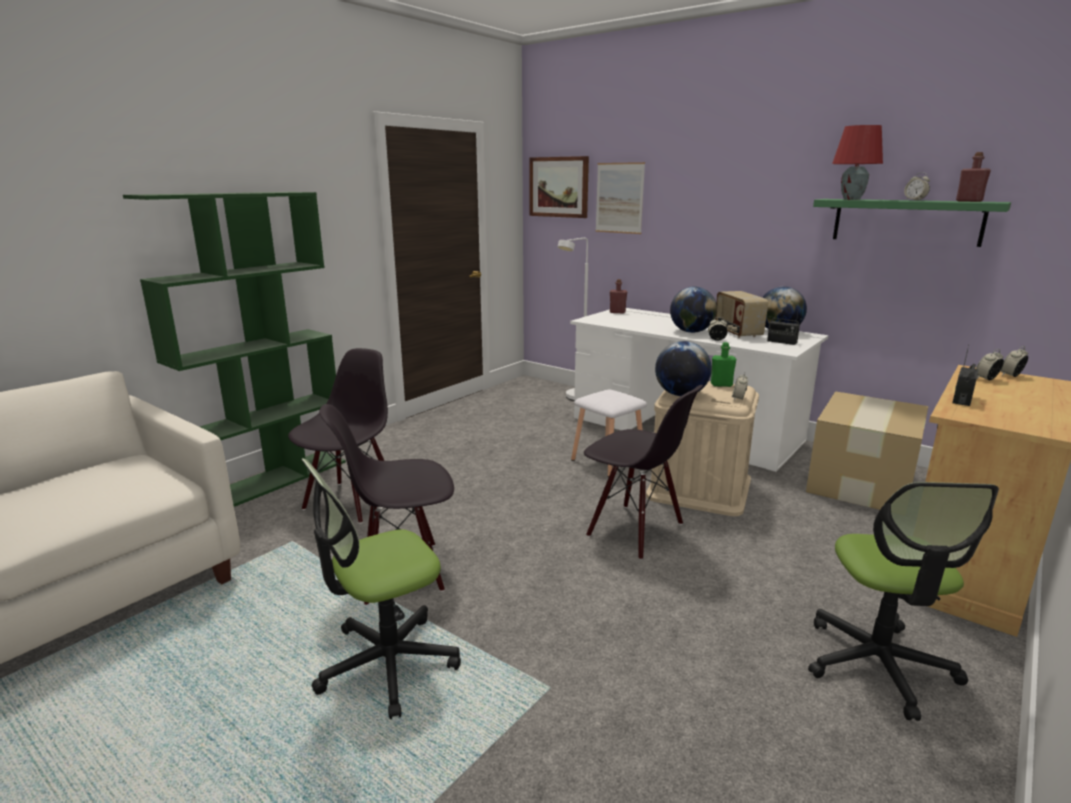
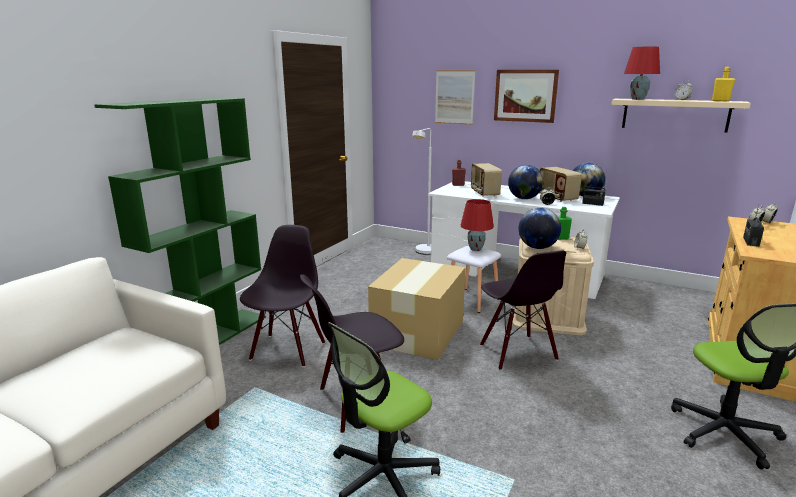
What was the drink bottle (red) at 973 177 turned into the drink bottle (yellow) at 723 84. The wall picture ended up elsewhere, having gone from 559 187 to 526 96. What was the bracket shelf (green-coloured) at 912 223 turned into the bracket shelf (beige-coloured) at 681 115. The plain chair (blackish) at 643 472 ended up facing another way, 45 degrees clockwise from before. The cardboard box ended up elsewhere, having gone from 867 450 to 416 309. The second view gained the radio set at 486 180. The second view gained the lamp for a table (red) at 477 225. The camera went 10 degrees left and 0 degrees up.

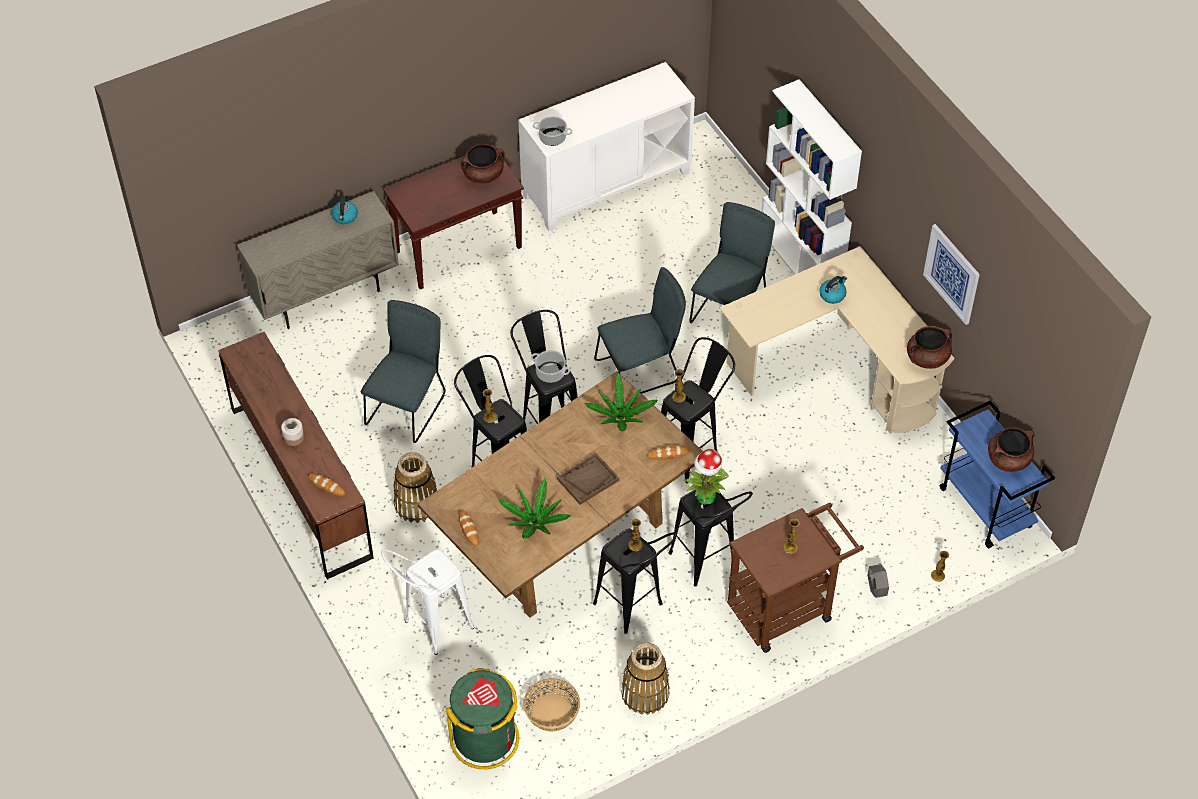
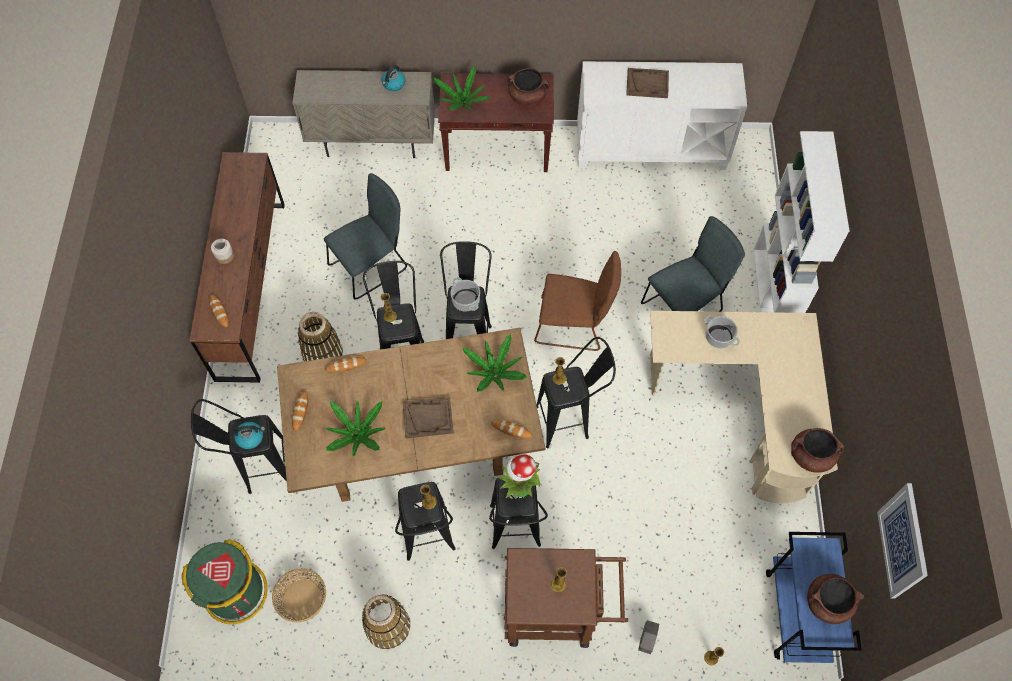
The saucepot ended up elsewhere, having gone from 552 131 to 722 332. The wall picture ended up elsewhere, having gone from 951 274 to 902 540. What was the plain chair (grey) at 640 330 turned into the plain chair (brownish) at 578 301. The water kettle ended up elsewhere, having gone from 833 290 to 249 435. What was the sitting stool (white-coloured) at 427 602 turned into the sitting stool (blackish) at 239 446. The second view gained the plant in a pot at 461 88. The second view gained the tray (brownish) at 647 83. The second view gained the bread at 345 365. The camera went 30 degrees right and 10 degrees up.

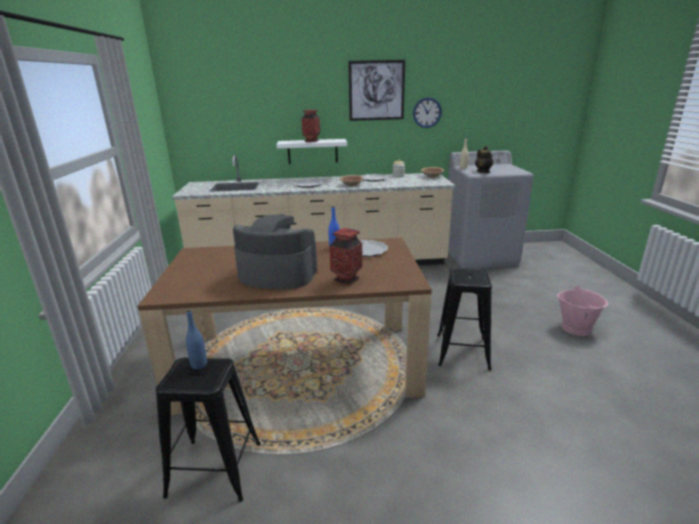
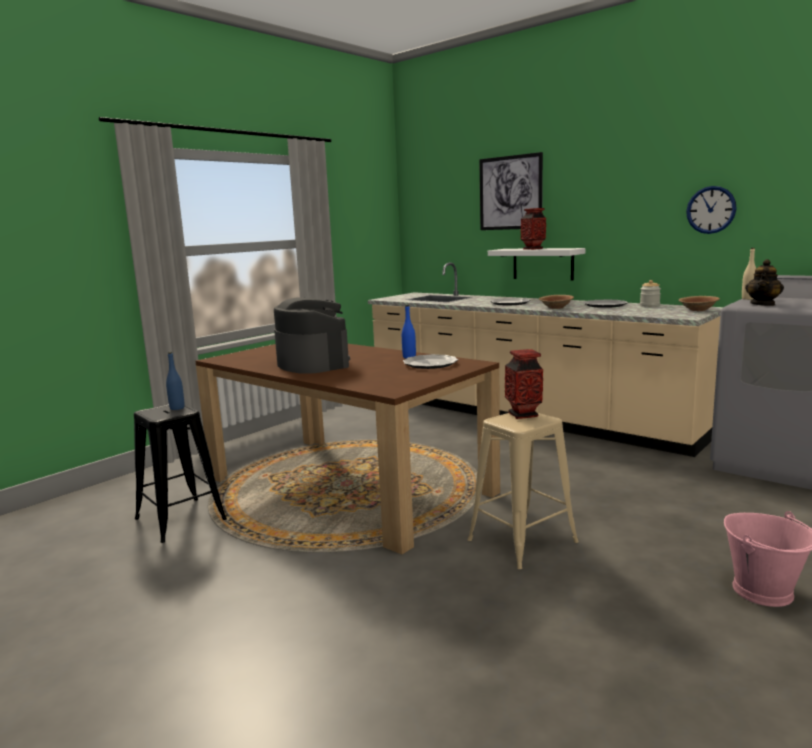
The wall picture ended up elsewhere, having gone from 376 90 to 511 191. The vase ended up elsewhere, having gone from 346 256 to 524 384. What was the sitting stool (blackish) at 464 318 turned into the sitting stool (beige-coloured) at 523 491. The camera went 45 degrees right and 10 degrees down.

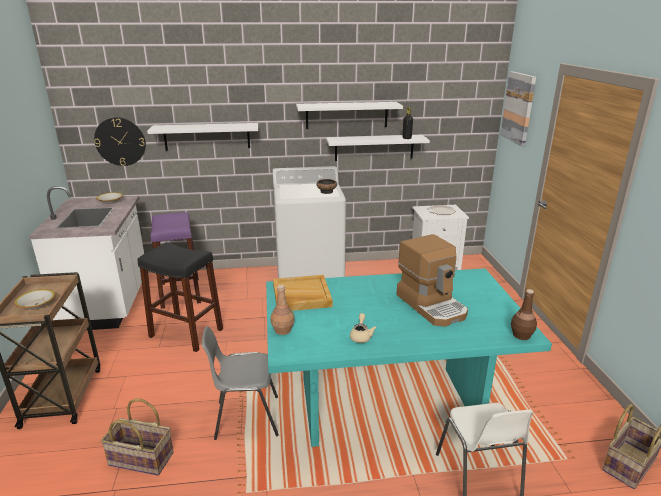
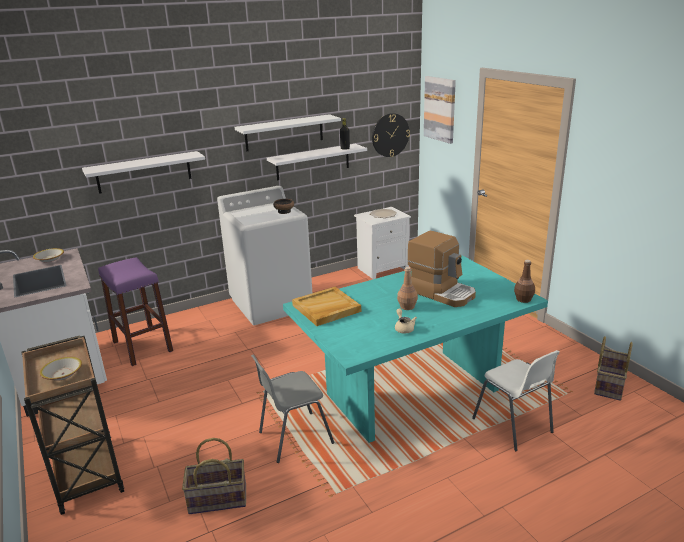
The wall clock ended up elsewhere, having gone from 120 141 to 391 135. The second view lost the sitting stool (blackish) at 180 297. The drink bottle (brownish) ended up elsewhere, having gone from 283 310 to 407 288. The camera went 20 degrees left and 0 degrees up.

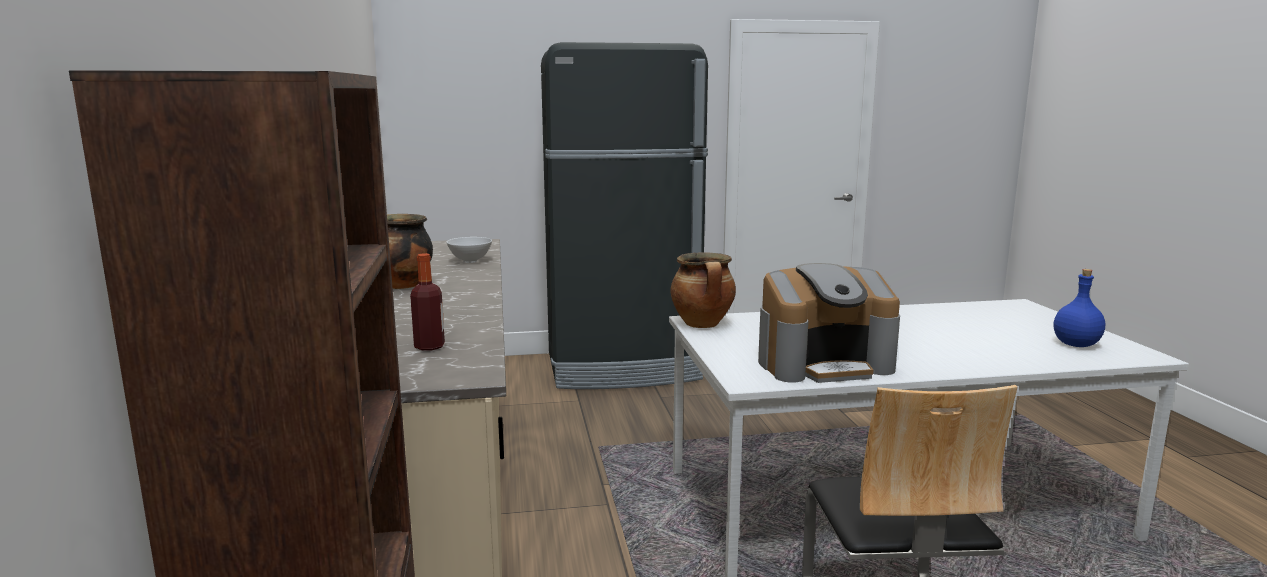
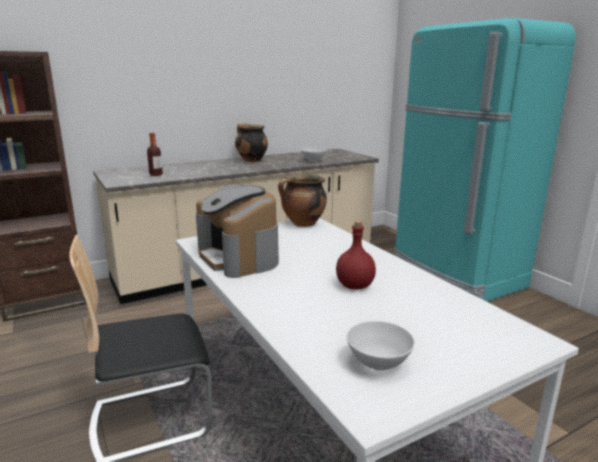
What was the fridge (blackish) at 624 215 turned into the fridge (blue-green) at 485 160. Where the drink bottle (blue-coloured) stood at 1079 308, the deep dish (white-coloured) came to stand at 381 346. The second view gained the drink bottle (red) at 356 254. The camera went 70 degrees right and 5 degrees up.

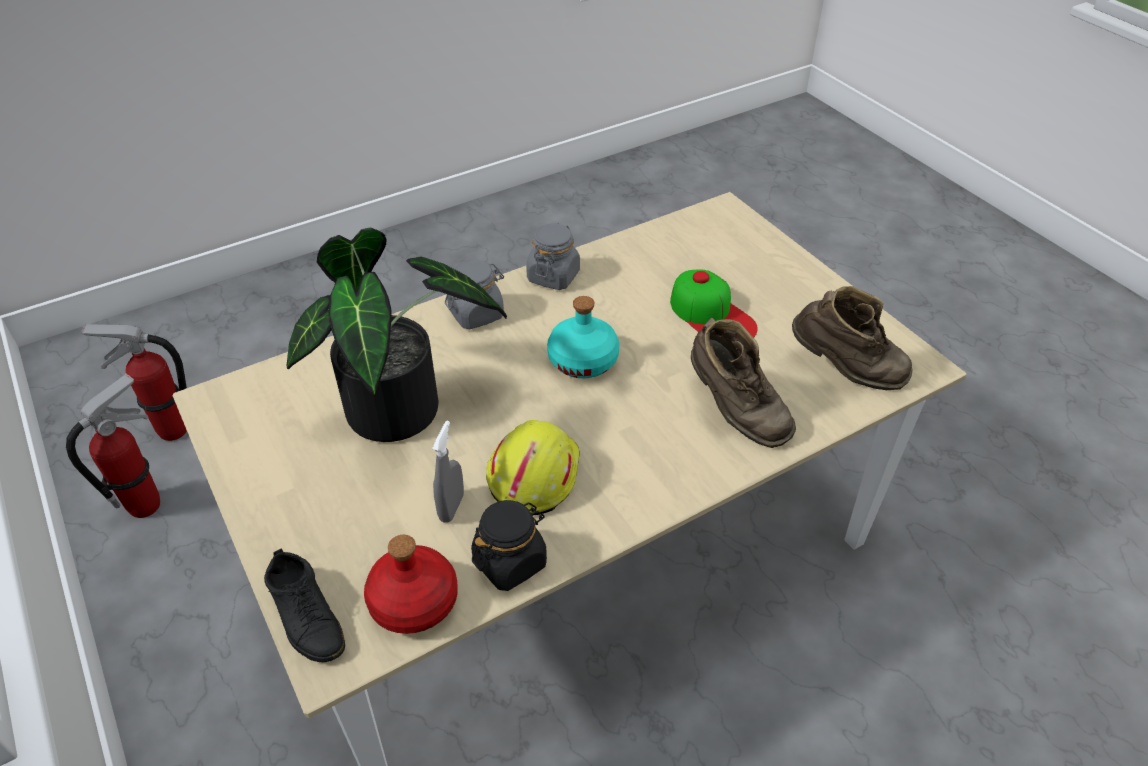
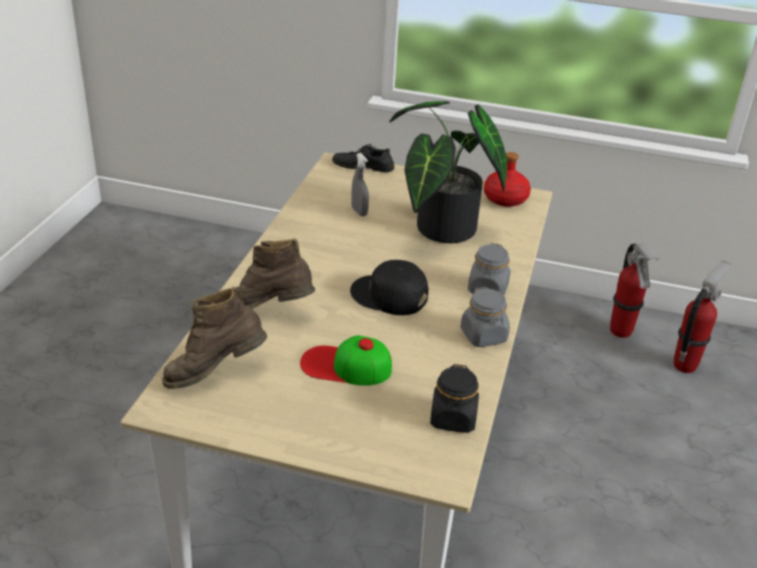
Where the drink bottle (blue-green) stood at 583 337, the cap (blackish) came to stand at 389 287. The second view lost the hard hat (yellow) at 533 467. The storage jar (blackish) ended up elsewhere, having gone from 509 545 to 454 398. The drink bottle (red) ended up elsewhere, having gone from 411 584 to 507 179. The camera went 135 degrees right and 10 degrees down.

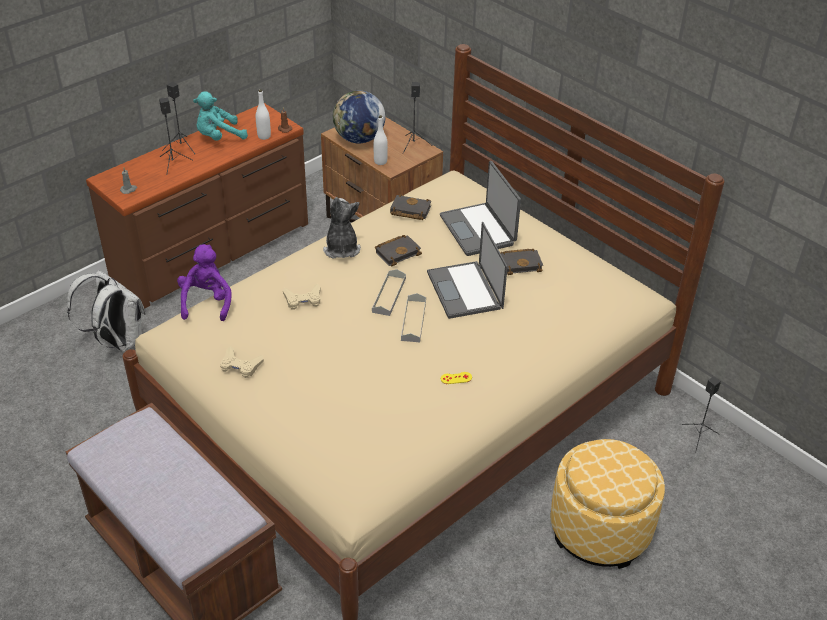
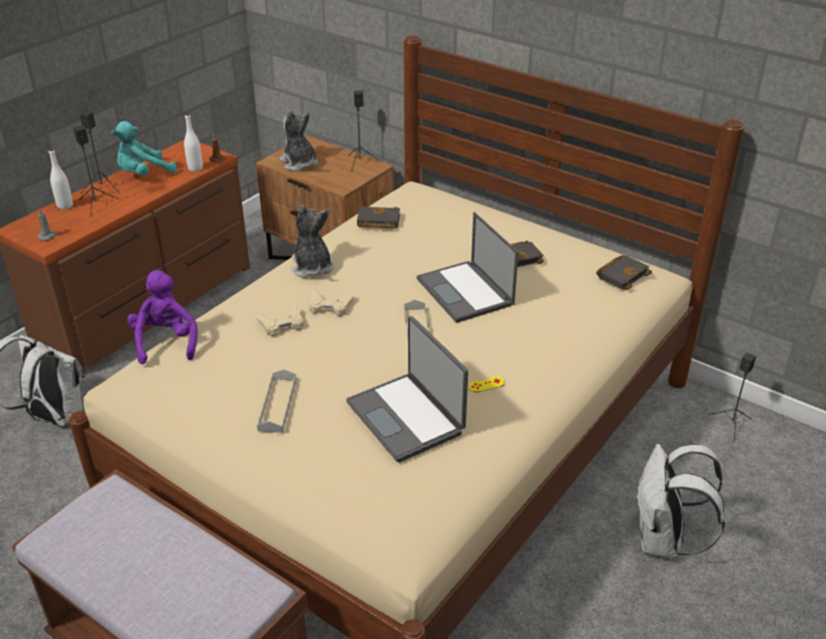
Where the world globe stood at 359 117, the soft toy came to stand at 299 140. The drink bottle (white-coloured) ended up elsewhere, having gone from 381 140 to 61 178. The laptop ended up elsewhere, having gone from 480 208 to 407 389. The book (blackish) ended up elsewhere, having gone from 398 250 to 624 272. The tray (grey) ended up elsewhere, having gone from 389 292 to 277 401. The gamepad (beige-coloured) ended up elsewhere, having gone from 242 362 to 331 303. Where the pouffe stood at 607 504, the knapsack (white-coloured) came to stand at 680 501. The camera went 10 degrees left and 5 degrees down.

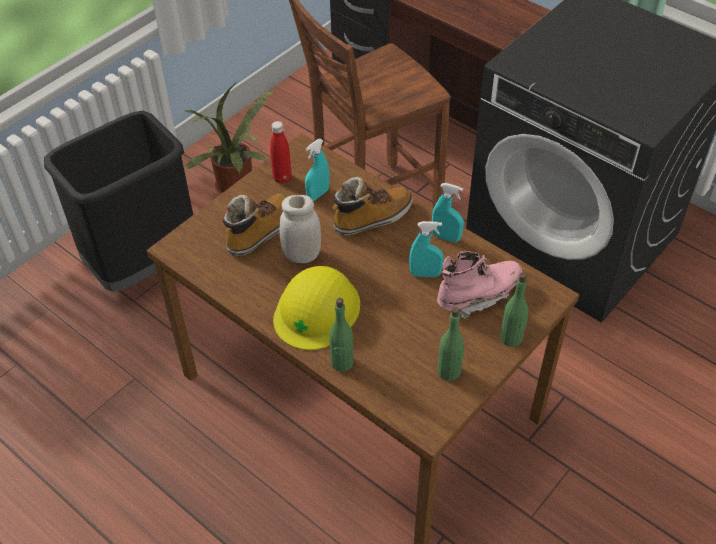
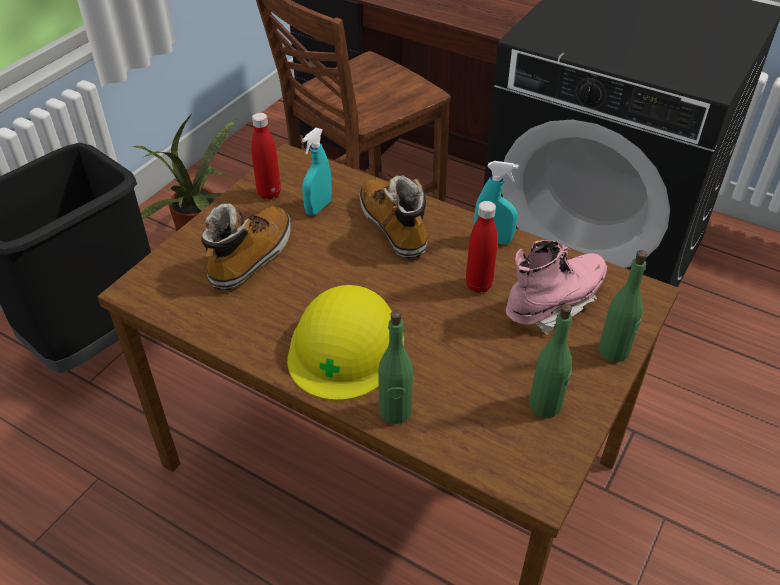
The tall boot at 372 205 ended up facing another way, 75 degrees counterclockwise from before. The second view lost the storage jar (white-coloured) at 300 229. Where the sprayer (blue-green) stood at 426 249, the drink bottle (red) came to stand at 481 247. The camera went 10 degrees left and 5 degrees down.

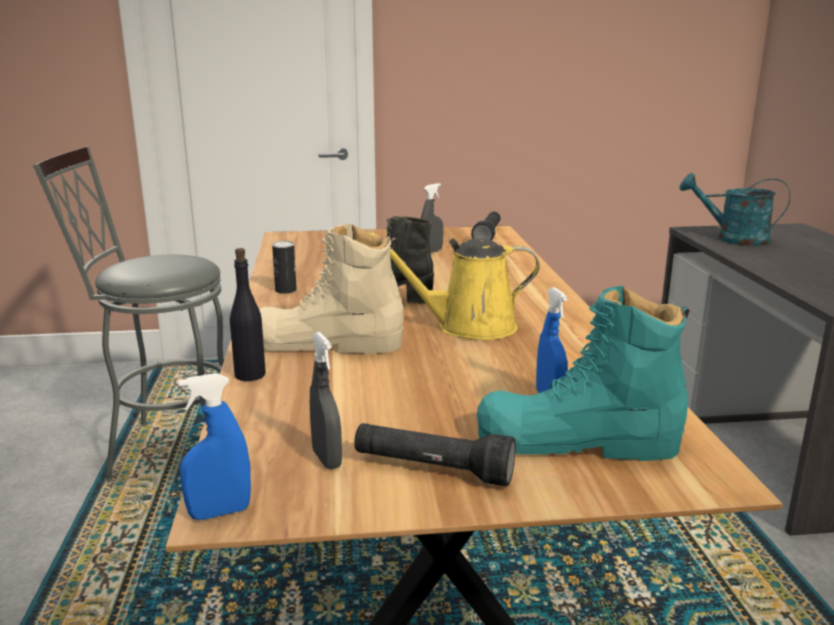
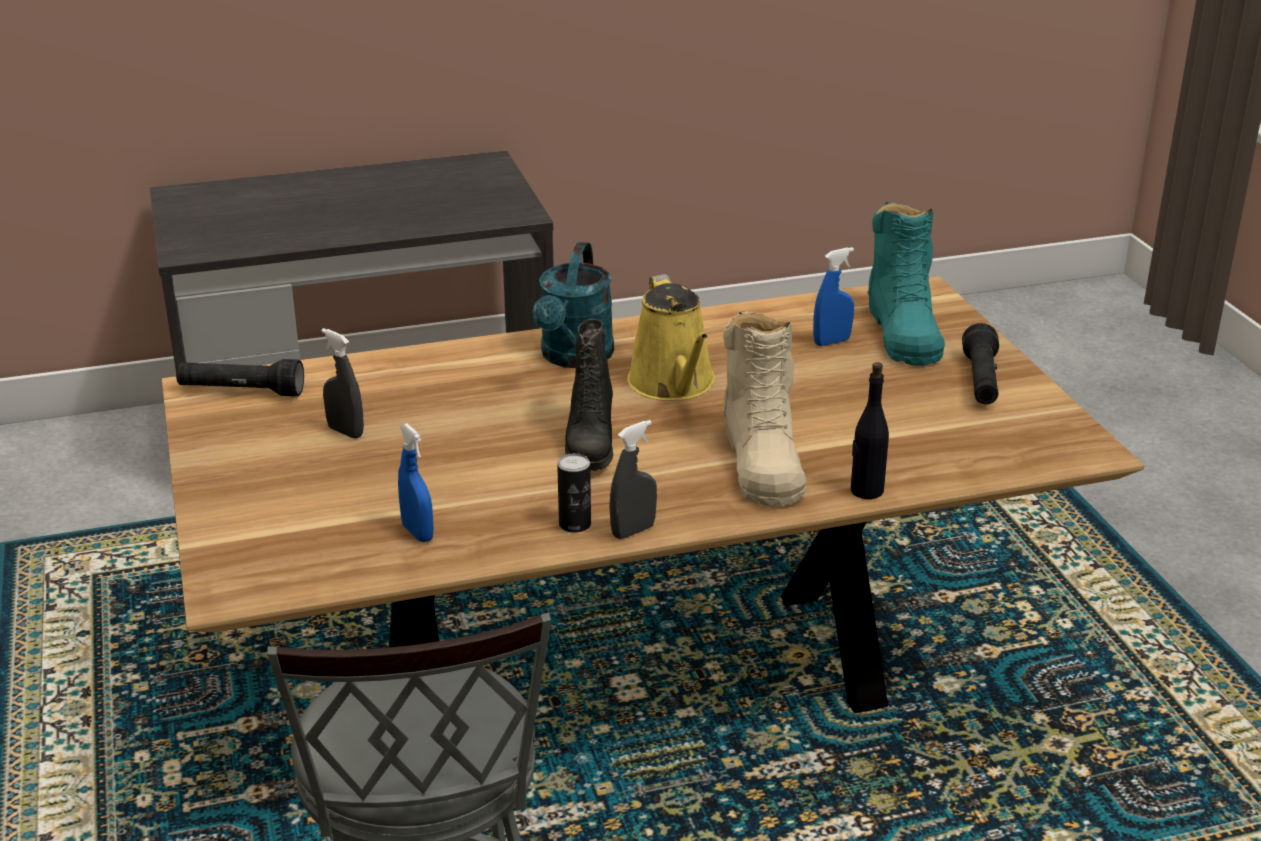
The watering can (blue-green) ended up elsewhere, having gone from 734 209 to 573 305. The sprayer (grey) ended up elsewhere, having gone from 326 400 to 633 479. The sprayer (blue-coloured) ended up elsewhere, having gone from 214 446 to 416 482. The camera went 100 degrees left and 10 degrees up.

